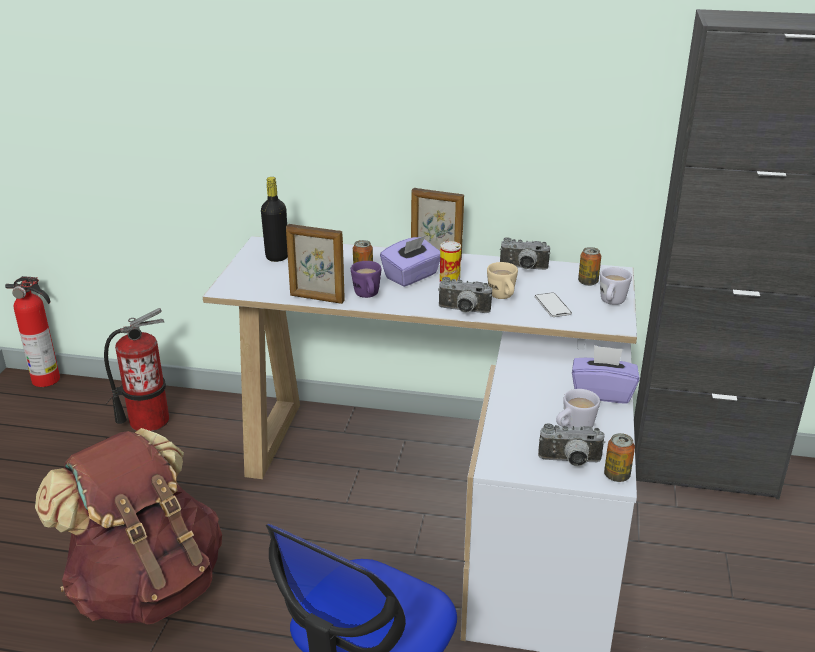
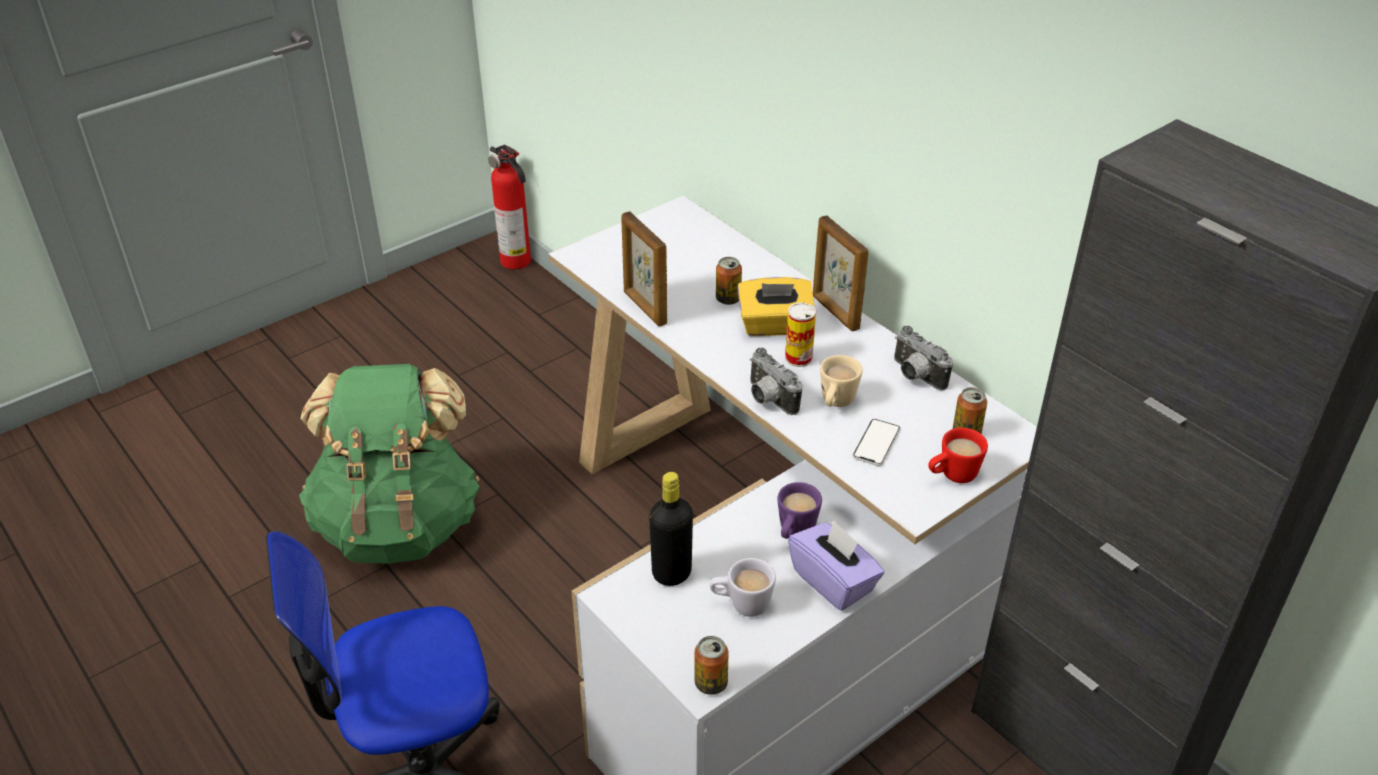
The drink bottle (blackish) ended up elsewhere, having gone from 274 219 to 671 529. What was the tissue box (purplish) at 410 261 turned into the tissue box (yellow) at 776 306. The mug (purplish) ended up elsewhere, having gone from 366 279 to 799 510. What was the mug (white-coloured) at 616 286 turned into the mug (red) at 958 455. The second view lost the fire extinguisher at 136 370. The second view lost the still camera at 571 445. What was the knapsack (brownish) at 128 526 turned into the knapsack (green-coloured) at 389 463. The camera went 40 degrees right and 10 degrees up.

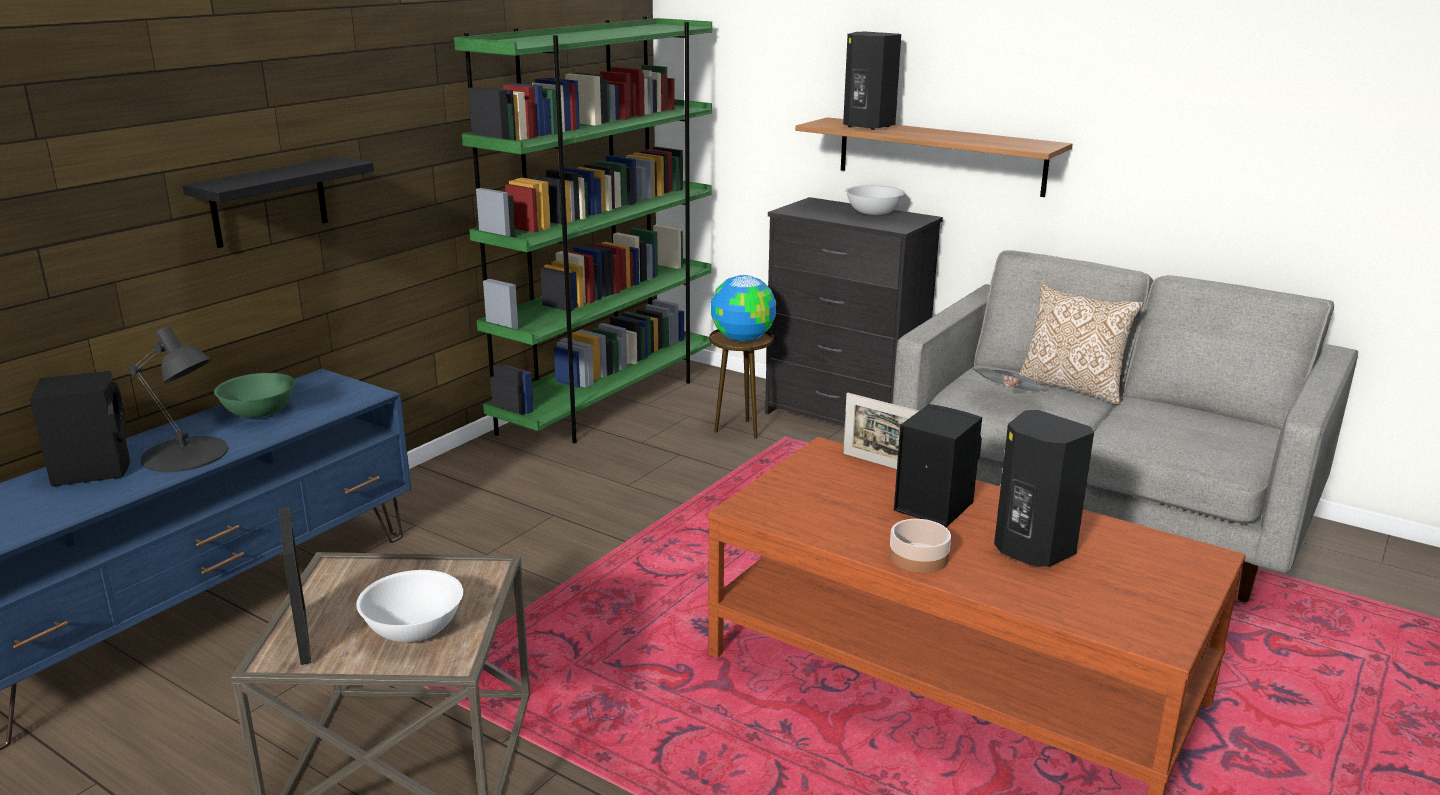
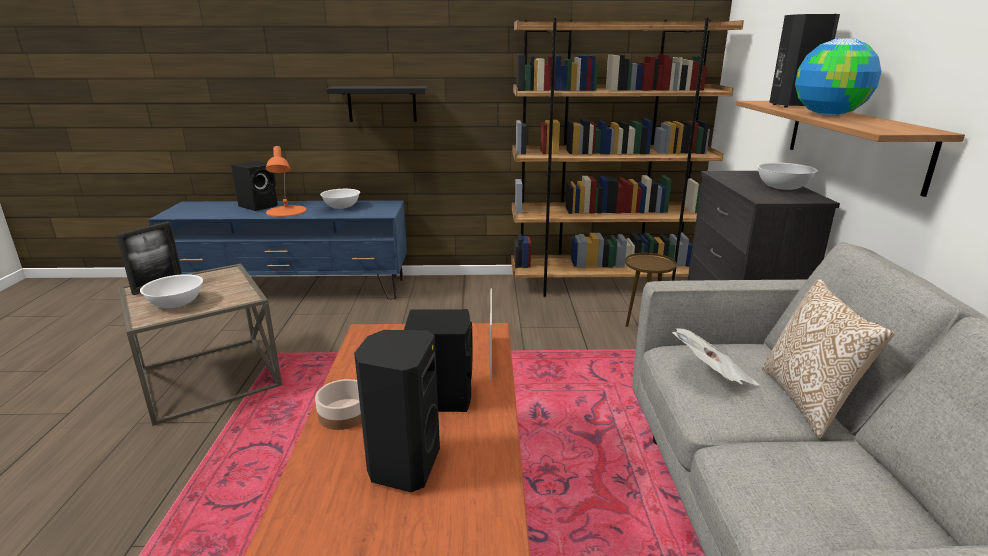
What was the bookshelf (green-coloured) at 583 229 turned into the bookshelf (brownish) at 627 157. The world globe ended up elsewhere, having gone from 743 308 to 838 77. What was the lamp for a table (blackish) at 178 399 turned into the lamp for a table (orangey) at 285 181. What was the deep dish (green-coloured) at 255 395 turned into the deep dish (white-coloured) at 340 199. The camera went 55 degrees right and 0 degrees up.

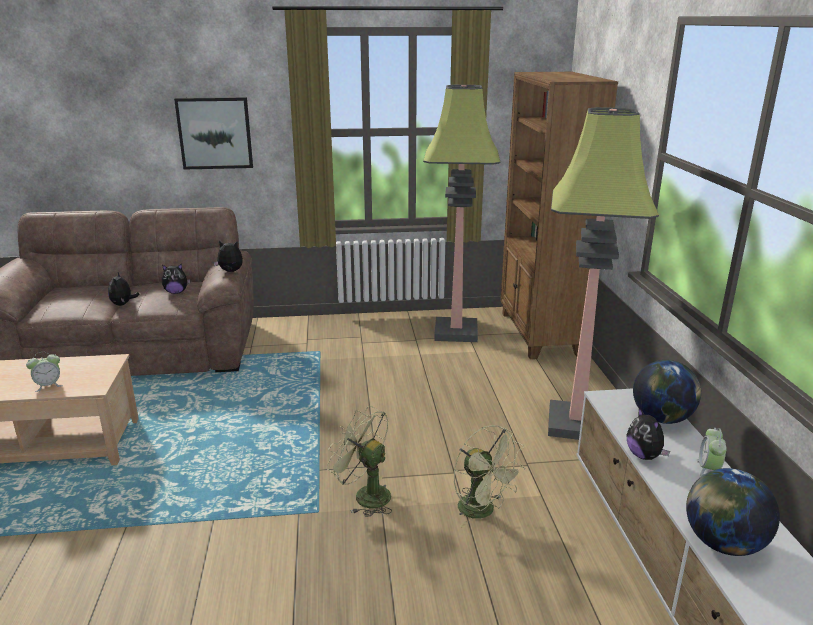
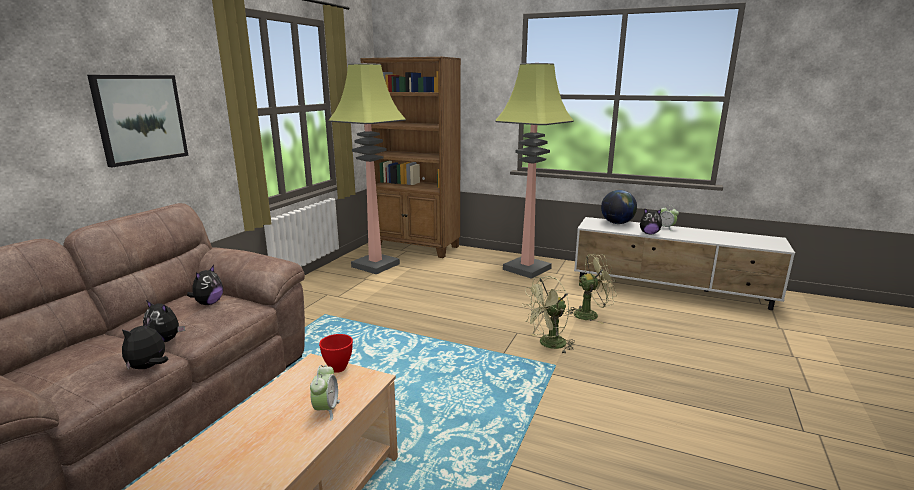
The soft toy ended up elsewhere, having gone from 228 256 to 145 344. The second view lost the world globe at 733 512. The second view gained the deep dish (red) at 336 353. The camera went 60 degrees left and 5 degrees down.

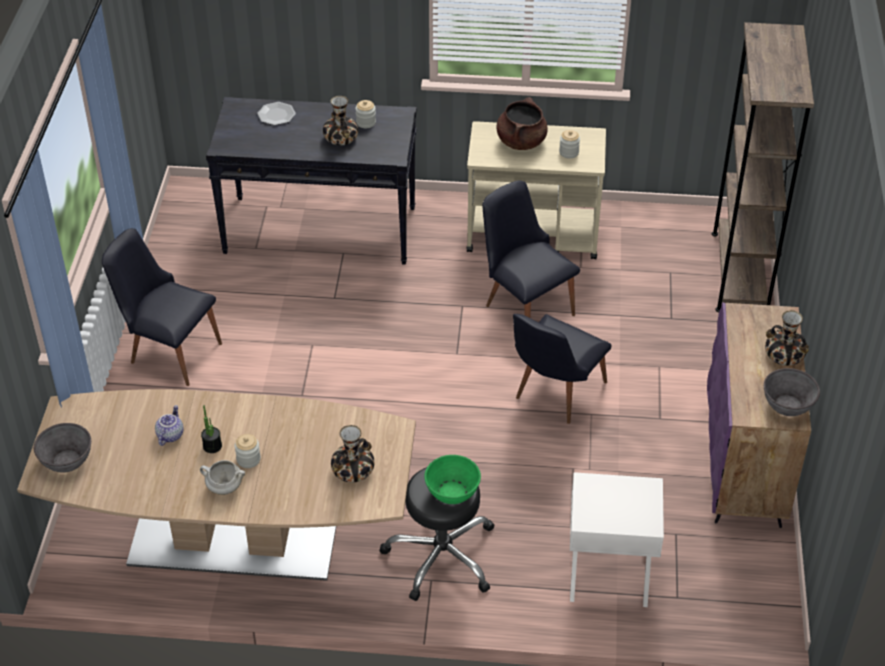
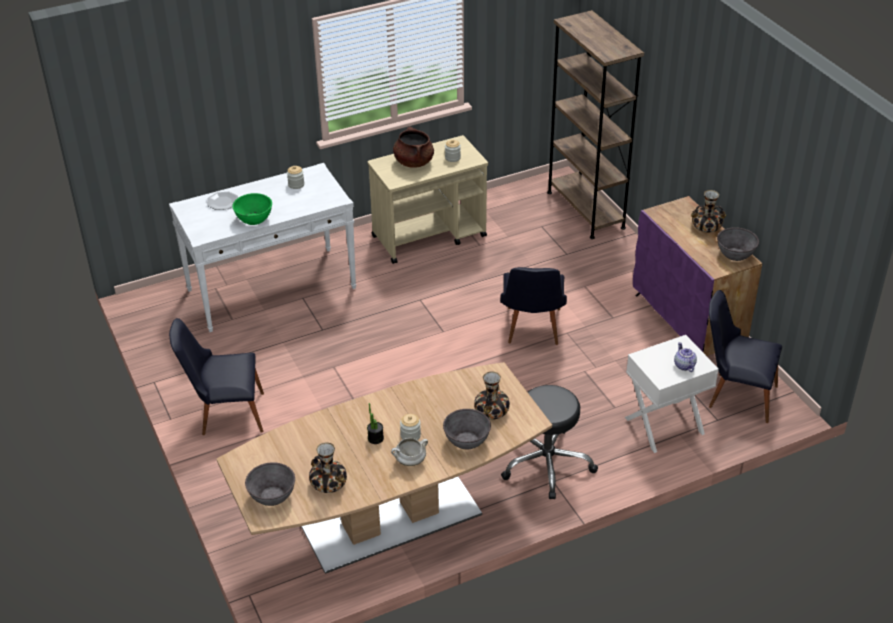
The vase ended up elsewhere, having gone from 340 120 to 328 467. What was the console table (blackish) at 311 181 turned into the console table (white-coloured) at 262 247. The plain chair (blackish) ended up elsewhere, having gone from 531 249 to 745 356. The teapot ended up elsewhere, having gone from 169 425 to 685 357. The deep dish (green-coloured) ended up elsewhere, having gone from 452 479 to 252 209. The second view gained the deep dish (grey) at 467 429. The camera went 30 degrees left and 5 degrees down.

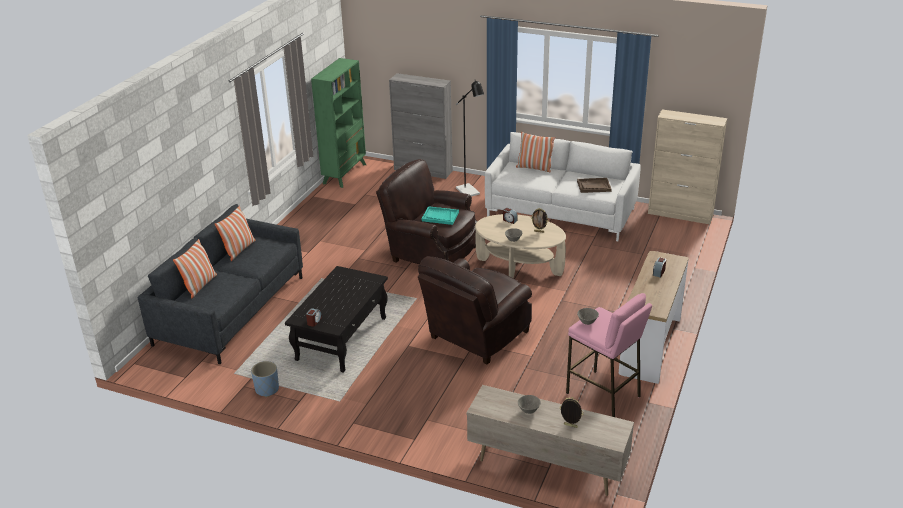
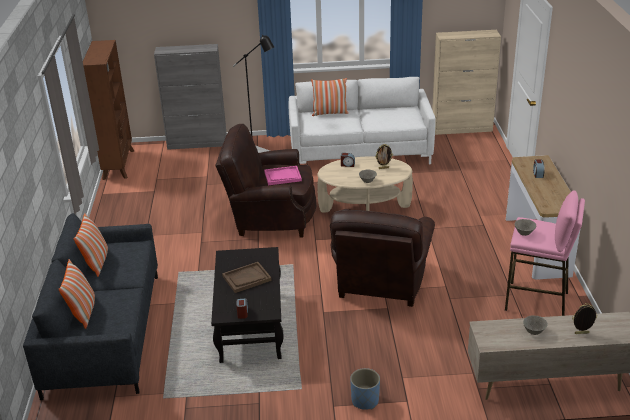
What was the bookshelf (green-coloured) at 338 123 turned into the bookshelf (brownish) at 108 110. The tray (brownish) ended up elsewhere, having gone from 594 185 to 247 277. What was the tray (blue-green) at 440 215 turned into the tray (pink) at 283 175. The plant pot (blue-coloured) ended up elsewhere, having gone from 265 379 to 365 389. The camera went 25 degrees left and 0 degrees up.

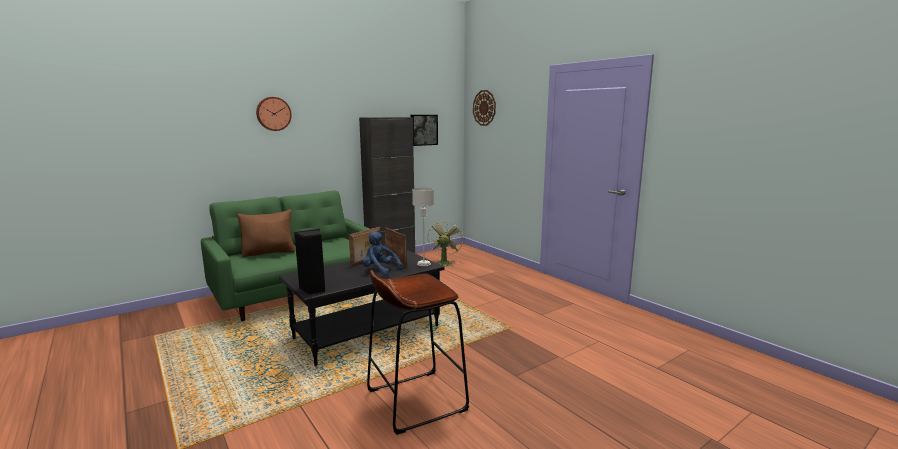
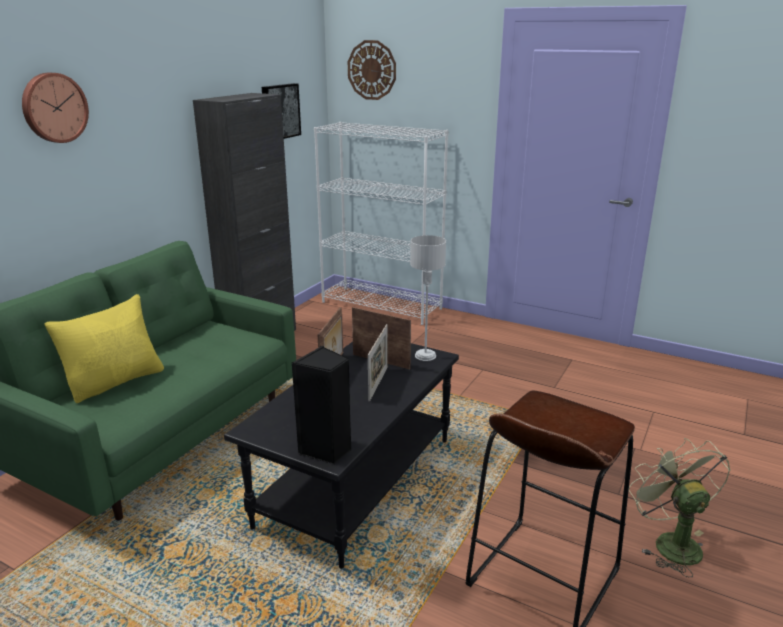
What was the throw pillow (brownish) at 266 233 turned into the throw pillow (yellow) at 104 348. The fan (green-coloured) ended up elsewhere, having gone from 445 244 to 679 508. Where the soft toy (blue-coloured) stood at 382 253, the picture frame came to stand at 378 362. The second view gained the bookshelf (white-coloured) at 381 223. The camera went 25 degrees left and 10 degrees up.

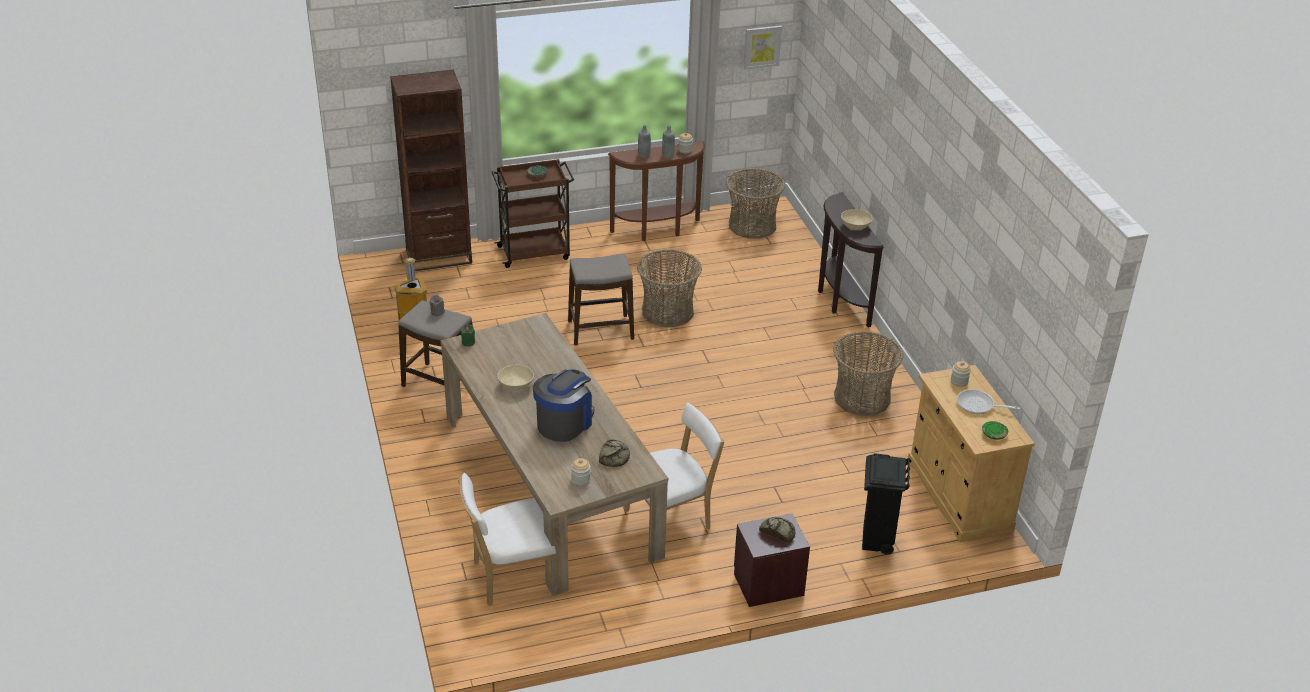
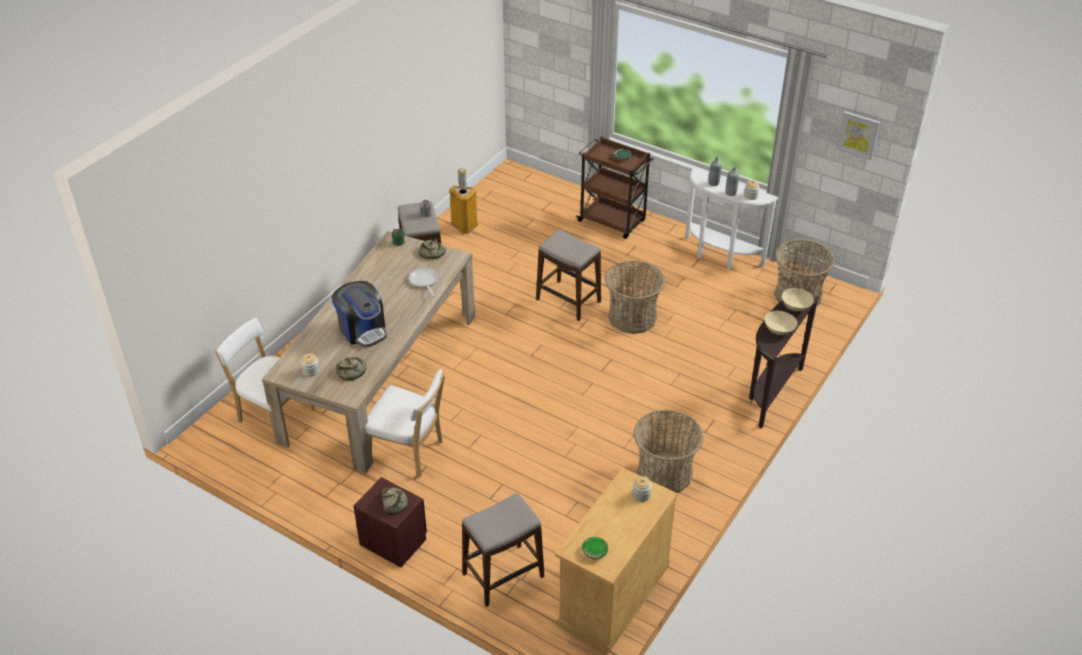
The second view lost the bookshelf (brownish) at 431 170. What was the console table (brownish) at 656 191 turned into the console table (white-coloured) at 731 219. The deep dish (beige-coloured) ended up elsewhere, having gone from 515 377 to 798 299. The coffee machine at 564 405 ended up facing another way, 60 degrees clockwise from before. The skillet ended up elsewhere, having gone from 988 401 to 424 282. Where the rubbish bin (blackish) stood at 886 504, the sitting stool came to stand at 503 550. The second view gained the bread at 432 249. The camera went 50 degrees right and 5 degrees up.

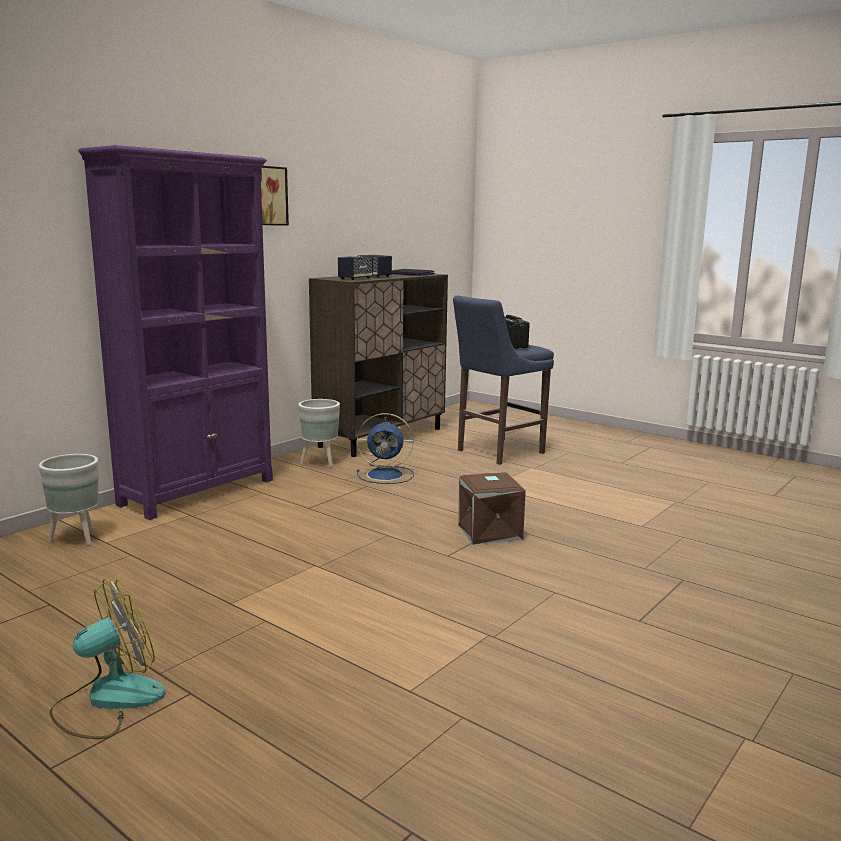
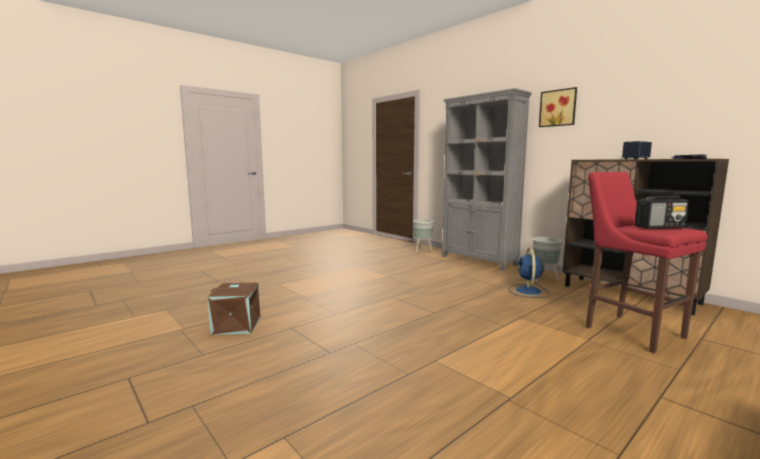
What was the bookshelf (purplish) at 175 332 turned into the bookshelf (grey) at 487 179. The second view lost the speaker at 355 268. What was the sitting stool (blue-coloured) at 503 380 turned into the sitting stool (red) at 647 262. The storage container (brownish) ended up elsewhere, having gone from 492 508 to 234 309. The second view lost the fan at 107 659. The camera went 100 degrees right and 5 degrees down.

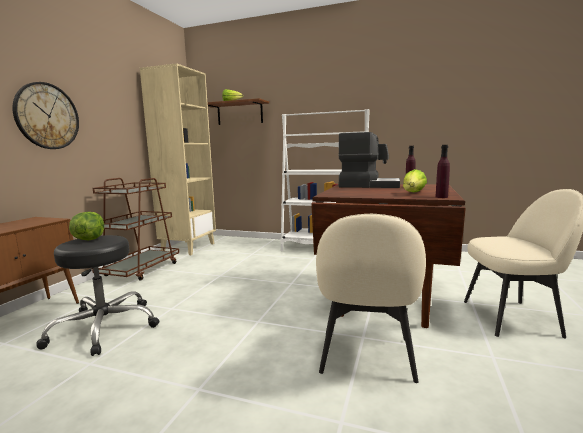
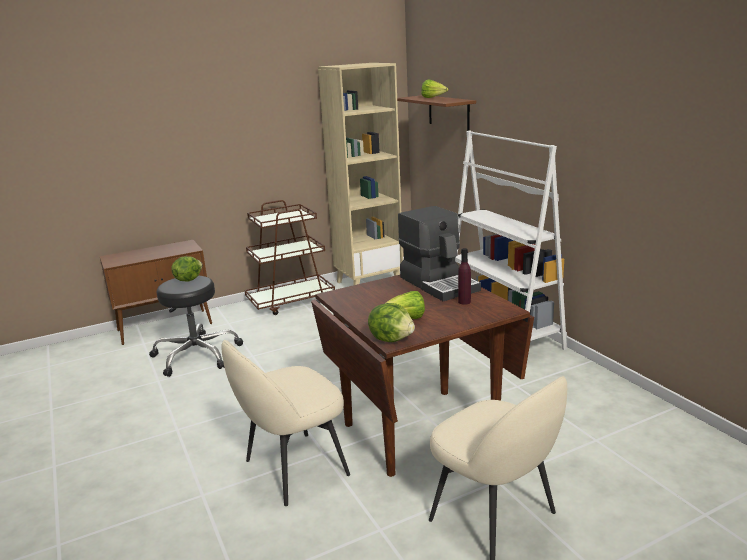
The second view lost the wall clock at 45 115. Where the drink bottle (purplish) stood at 443 171, the lettuce came to stand at 391 322. The camera went 45 degrees right and 10 degrees up.

